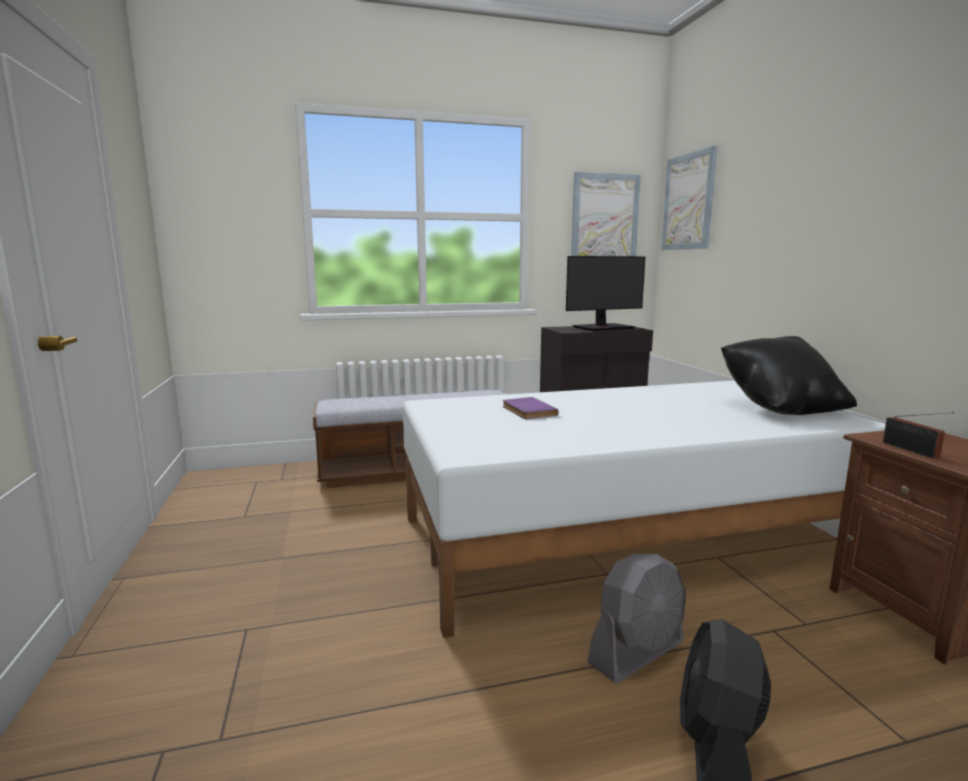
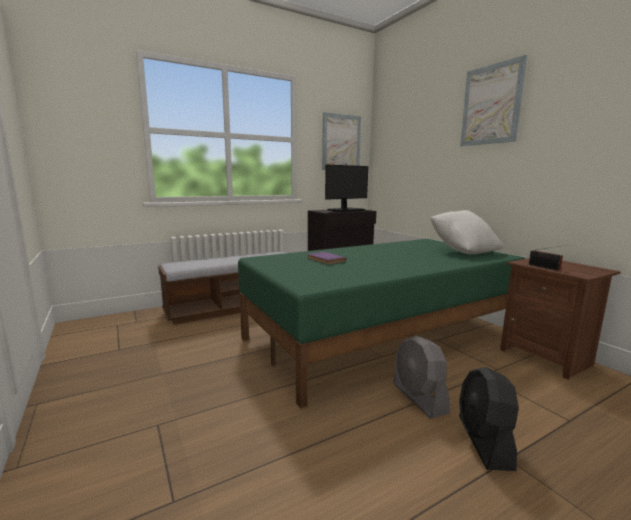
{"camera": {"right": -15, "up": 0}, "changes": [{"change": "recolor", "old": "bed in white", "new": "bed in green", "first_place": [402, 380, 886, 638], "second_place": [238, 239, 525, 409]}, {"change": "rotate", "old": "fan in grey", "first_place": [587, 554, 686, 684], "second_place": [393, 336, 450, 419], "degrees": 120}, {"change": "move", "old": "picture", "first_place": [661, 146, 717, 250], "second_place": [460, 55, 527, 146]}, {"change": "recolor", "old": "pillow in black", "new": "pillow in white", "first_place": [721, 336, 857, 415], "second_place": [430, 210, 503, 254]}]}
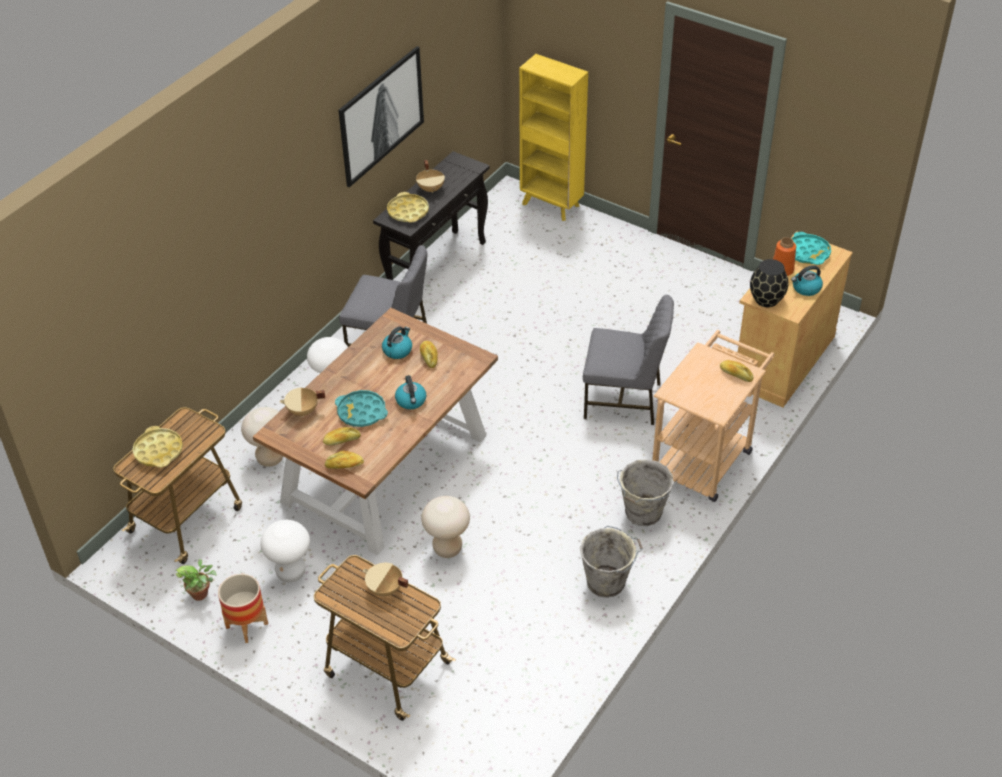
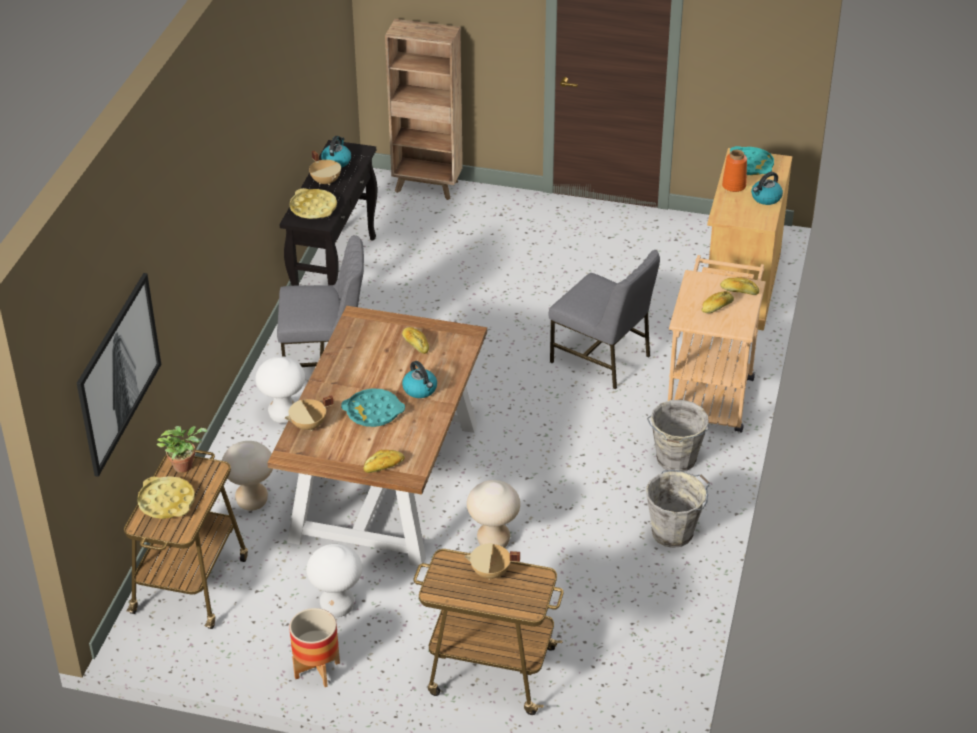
{"camera": {"right": -20, "up": -5}, "changes": [{"change": "move", "old": "potted plant", "first_place": [175, 559, 217, 601], "second_place": [157, 426, 208, 473]}, {"change": "move", "old": "bread", "first_place": [323, 427, 361, 446], "second_place": [702, 291, 734, 313]}, {"change": "move", "old": "picture", "first_place": [338, 46, 424, 188], "second_place": [77, 273, 161, 477]}, {"change": "move", "old": "kettle", "first_place": [382, 327, 412, 359], "second_place": [321, 136, 351, 168]}, {"change": "recolor", "old": "bookcase in yellow", "new": "bookcase in brown", "first_place": [519, 54, 588, 221], "second_place": [385, 19, 463, 200]}, {"change": "rotate", "old": "chair in grey", "first_place": [583, 295, 674, 425], "second_place": [548, 250, 660, 390], "degrees": 45}, {"change": "delete", "old": "vase in black", "first_place": [750, 259, 788, 307]}]}
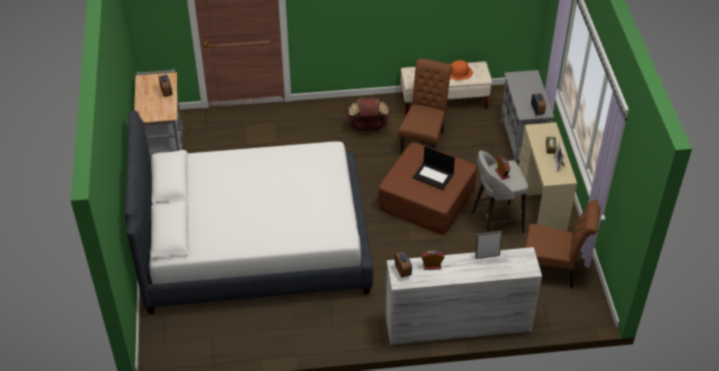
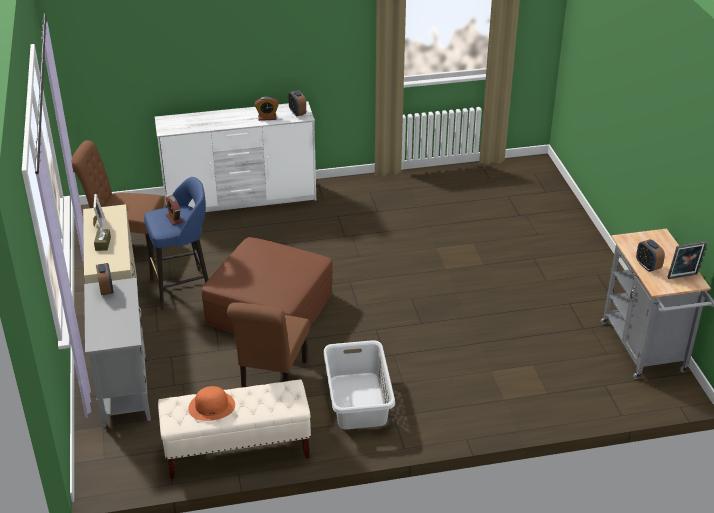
{"camera": {"right": 175, "up": -10}, "changes": [{"change": "delete", "old": "bed in white", "first_place": [125, 111, 373, 314]}, {"change": "replace", "old": "backpack in brown", "new": "laundry basket in grey", "first_place": [346, 97, 390, 131], "second_place": [323, 340, 395, 429]}, {"change": "delete", "old": "laptop", "first_place": [413, 146, 455, 190]}, {"change": "recolor", "old": "stool in grey", "new": "stool in blue", "first_place": [472, 151, 528, 233], "second_place": [144, 177, 209, 310]}, {"change": "move", "old": "picture frame", "first_place": [475, 231, 502, 259], "second_place": [667, 241, 707, 279]}]}
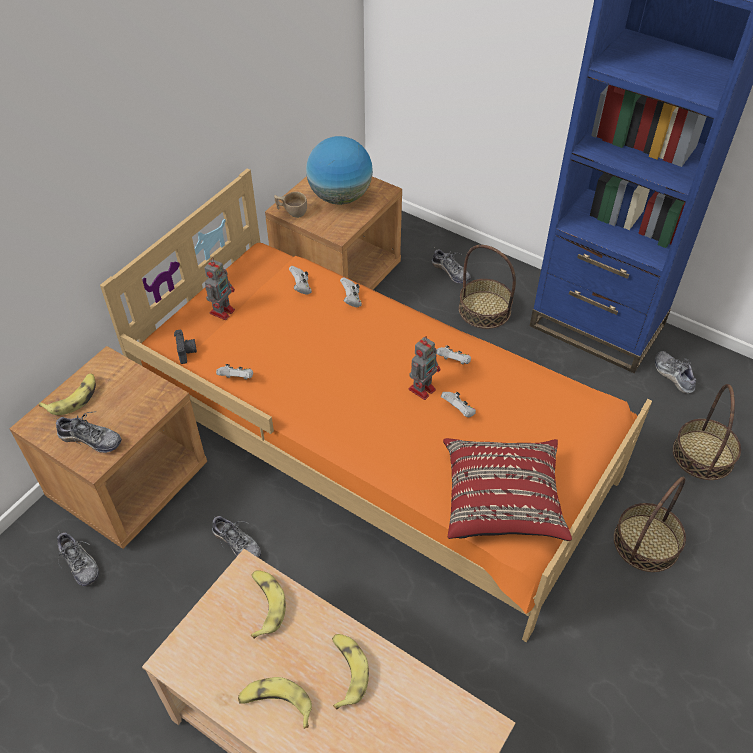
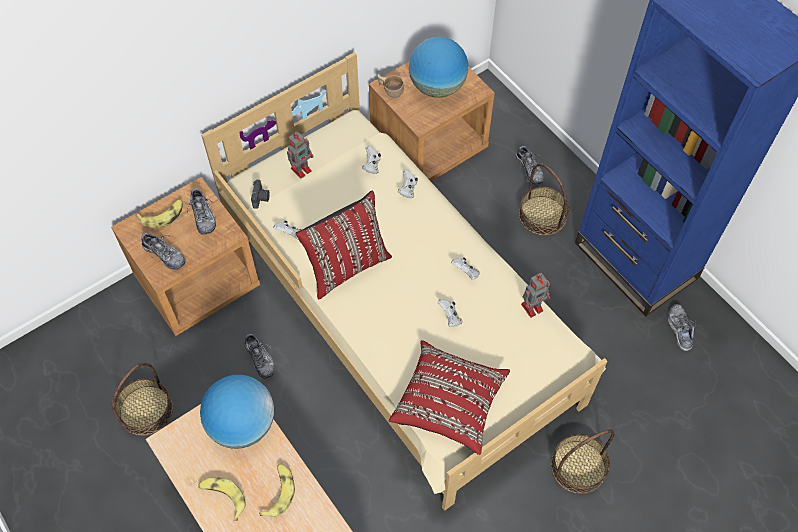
{"camera": {"right": 20, "up": 10}, "changes": [{"change": "move", "old": "shoe", "first_place": [57, 532, 99, 586], "second_place": [187, 188, 216, 235]}, {"change": "recolor", "old": "bed in orange", "new": "bed in beige", "first_place": [100, 168, 652, 643], "second_place": [201, 52, 607, 511]}, {"change": "replace", "old": "banana", "new": "globe", "first_place": [251, 570, 286, 639], "second_place": [200, 375, 274, 449]}, {"change": "move", "old": "toy robot", "first_place": [409, 336, 441, 400], "second_place": [521, 273, 550, 318]}, {"change": "move", "old": "basket", "first_place": [673, 384, 741, 480], "second_place": [112, 362, 173, 436]}, {"change": "insert", "new": "pillow in red", "second_place": [295, 191, 392, 299]}]}
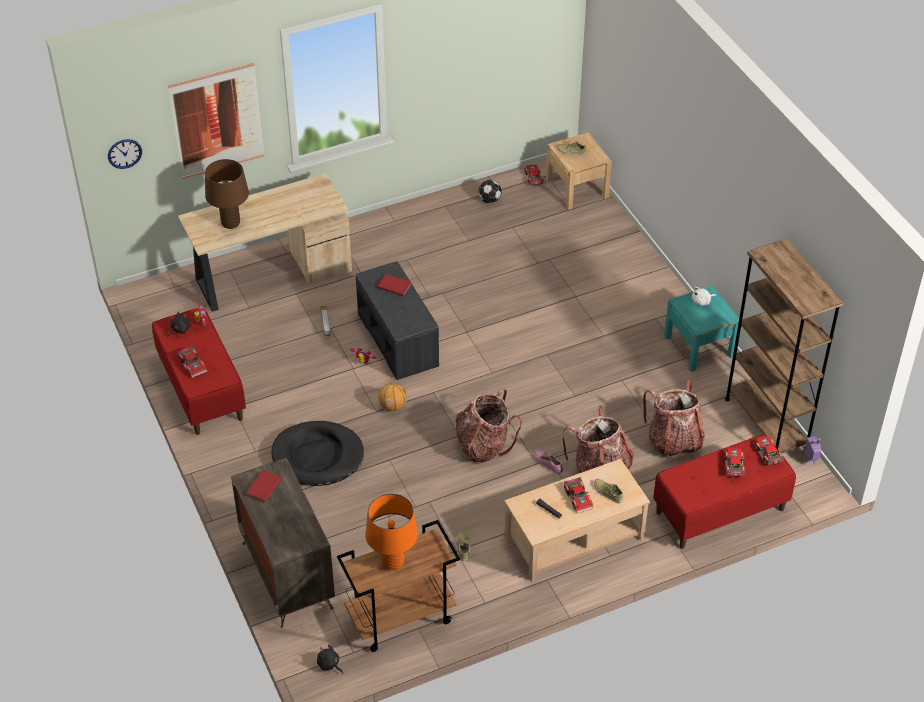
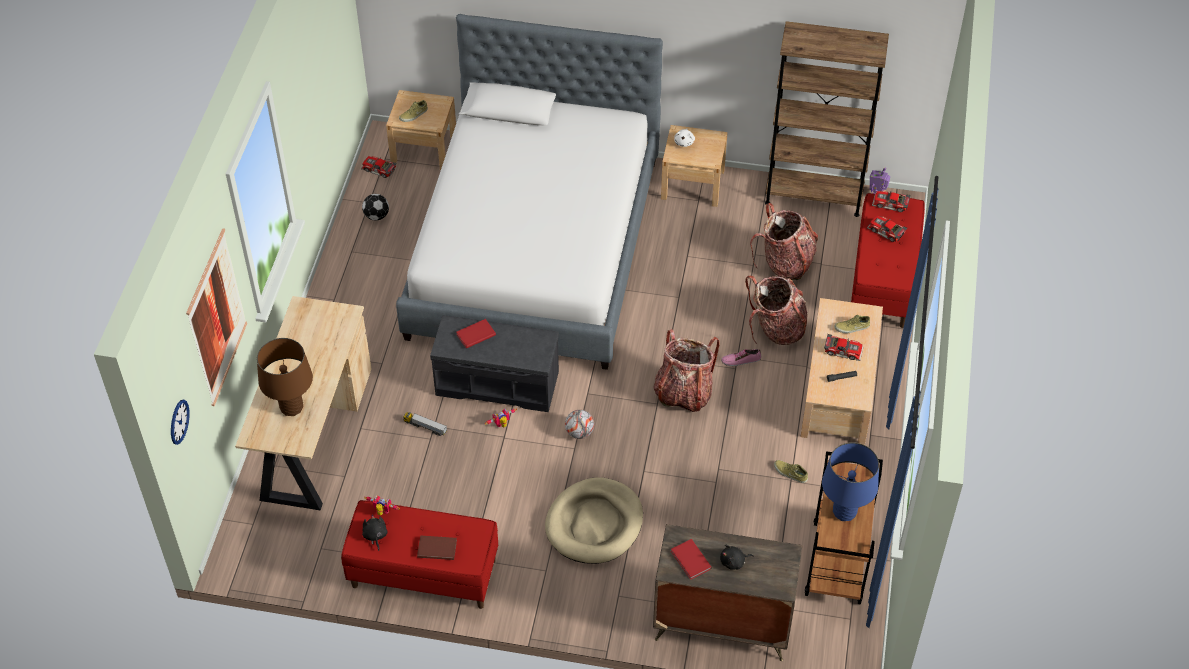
{"camera": {"right": -55, "up": 5}, "changes": [{"change": "replace", "old": "toy car", "new": "book in brown", "first_place": [177, 345, 207, 378], "second_place": [417, 535, 457, 560]}, {"change": "recolor", "old": "dog bed in black", "new": "dog bed in beige", "first_place": [272, 421, 364, 486], "second_place": [545, 477, 643, 564]}, {"change": "move", "old": "plush toy in black", "first_place": [317, 645, 343, 674], "second_place": [720, 545, 754, 570]}, {"change": "recolor", "old": "table lamp in orange", "new": "table lamp in blue", "first_place": [365, 494, 418, 570], "second_place": [822, 442, 879, 521]}, {"change": "replace", "old": "basketball", "new": "football", "first_place": [378, 383, 407, 411], "second_place": [565, 410, 594, 439]}, {"change": "recolor", "old": "nightstand in turquoise", "new": "nightstand in beige", "first_place": [664, 285, 739, 372], "second_place": [661, 125, 728, 207]}, {"change": "insert", "new": "bed", "second_place": [396, 14, 663, 370]}]}
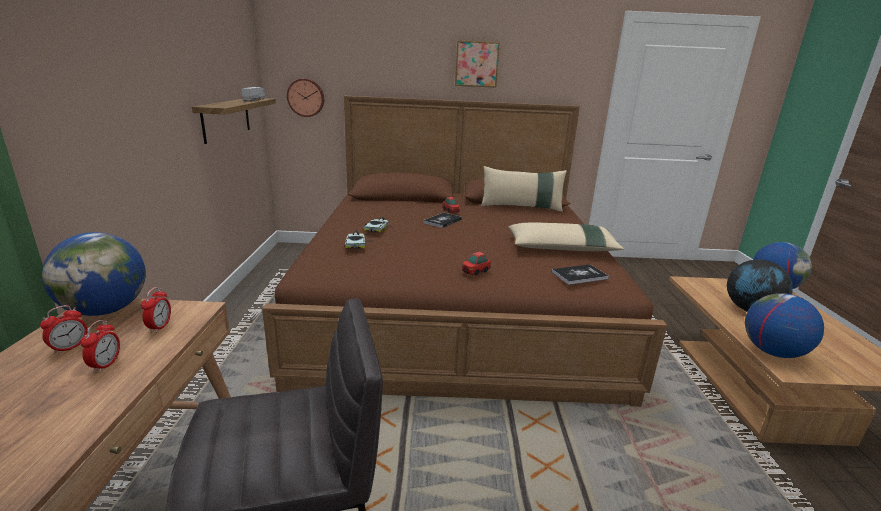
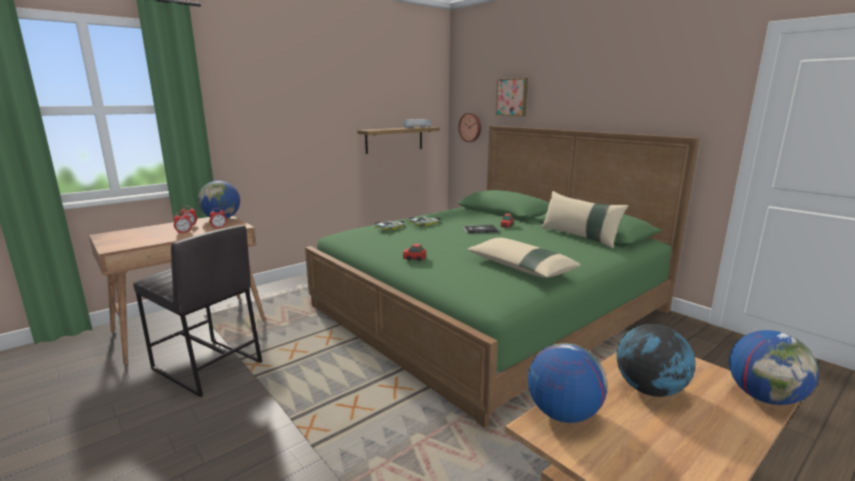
{"camera": {"right": 50, "up": -5}, "changes": [{"change": "recolor", "old": "bed in brown", "new": "bed in green", "first_place": [262, 96, 667, 407], "second_place": [305, 126, 700, 428]}, {"change": "move", "old": "picture", "first_place": [455, 40, 500, 88], "second_place": [496, 78, 528, 116]}, {"change": "delete", "old": "book", "first_place": [552, 264, 609, 285]}]}
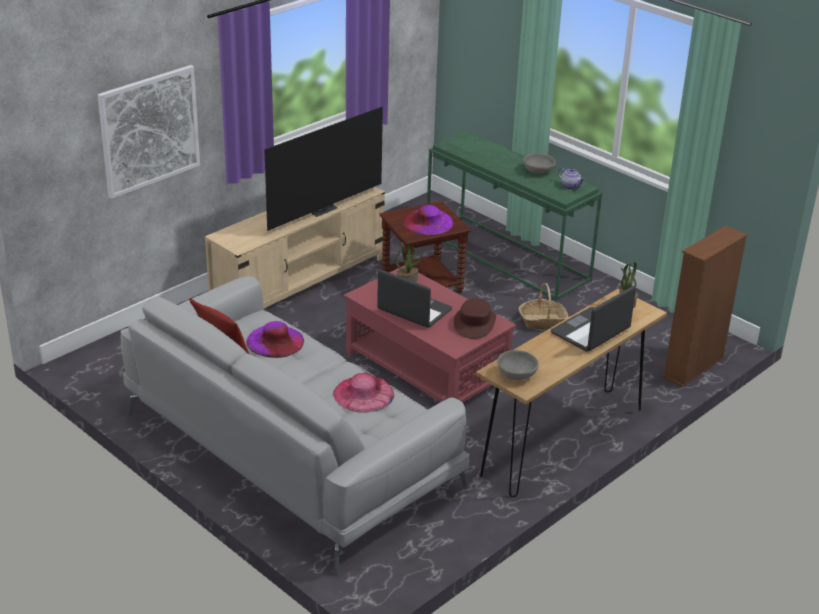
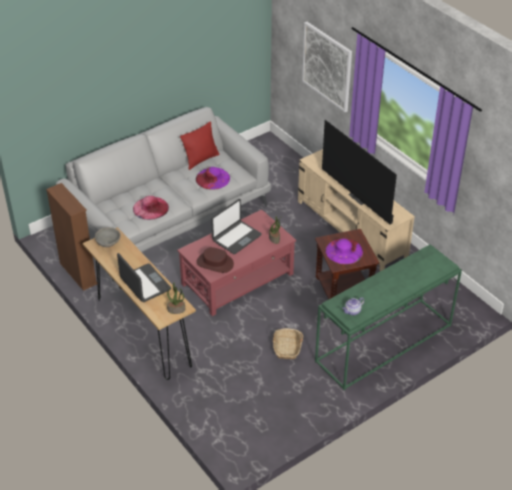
{"camera": {"right": 100, "up": 10}, "changes": [{"change": "delete", "old": "bowl in grey", "first_place": [523, 153, 556, 174]}, {"change": "move", "old": "bookcase in brown", "first_place": [662, 225, 748, 387], "second_place": [46, 183, 97, 291]}]}
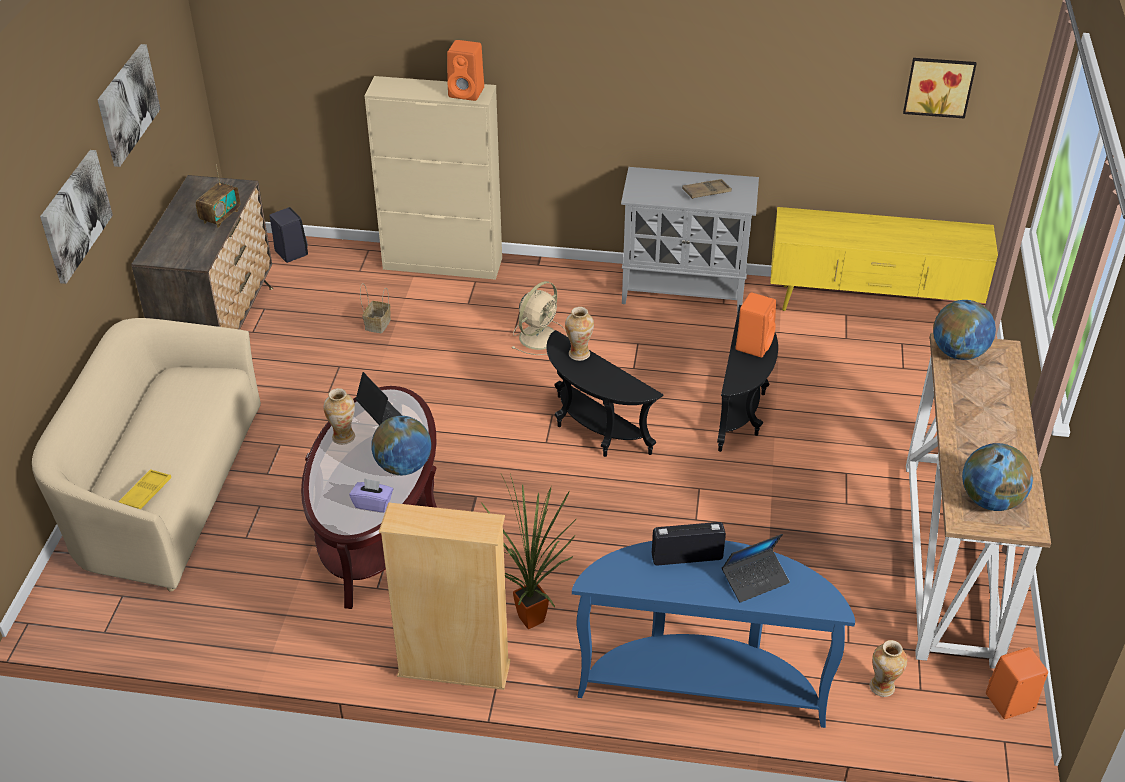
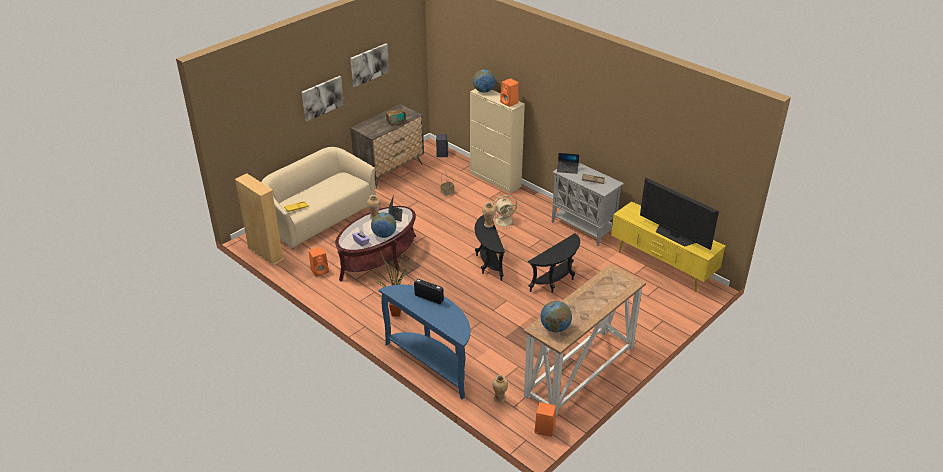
{"camera": {"right": 35, "up": -5}, "changes": [{"change": "move", "old": "bookcase in beige", "first_place": [379, 502, 511, 690], "second_place": [235, 173, 284, 265]}, {"change": "move", "old": "laptop", "first_place": [722, 534, 790, 603], "second_place": [557, 153, 579, 174]}, {"change": "move", "old": "speaker in orange", "first_place": [736, 293, 776, 358], "second_place": [309, 247, 329, 277]}, {"change": "delete", "old": "picture", "first_place": [903, 58, 977, 119]}, {"change": "move", "old": "globe", "first_place": [933, 300, 996, 360], "second_place": [473, 69, 496, 93]}, {"change": "insert", "new": "television", "second_place": [640, 177, 719, 250]}]}
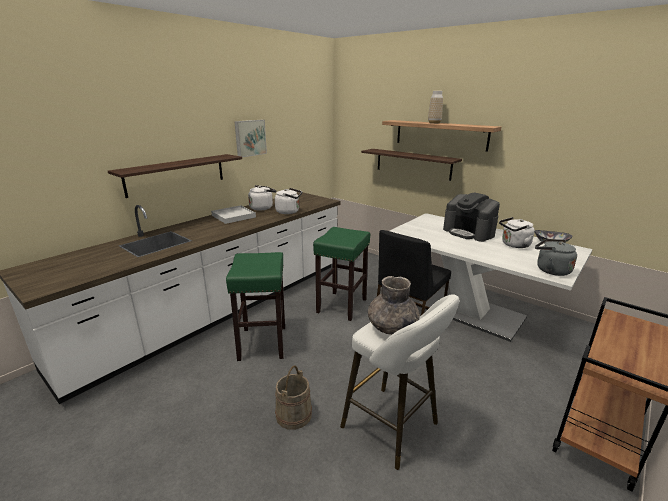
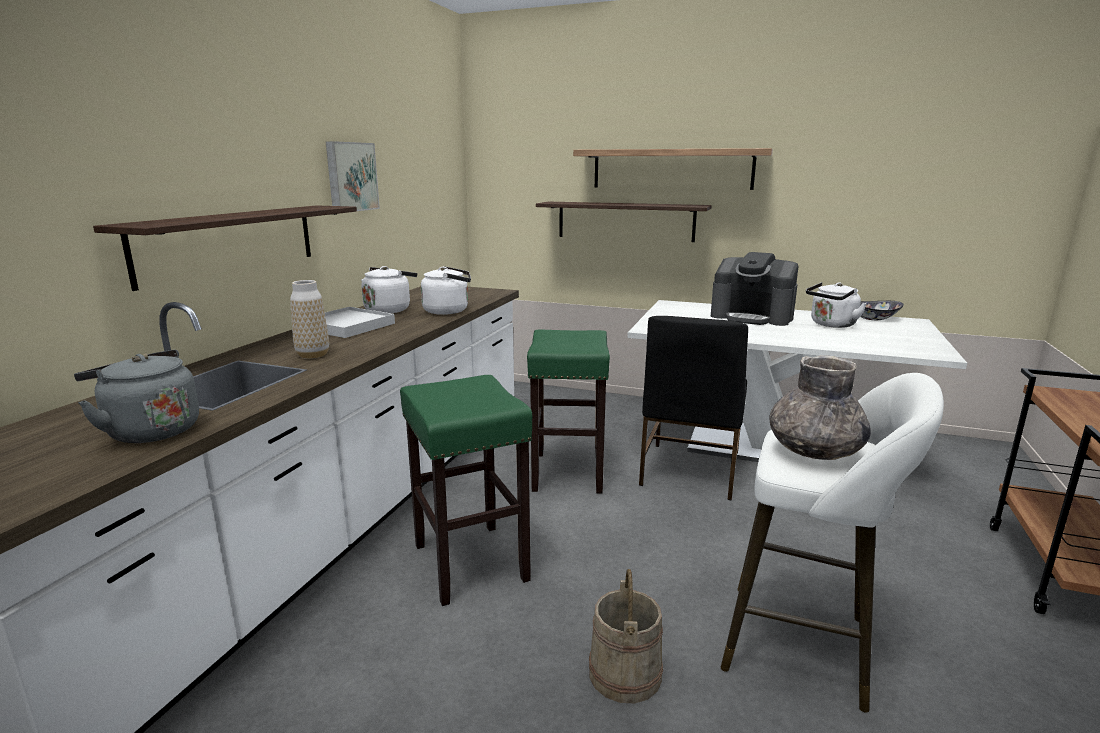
{"camera": {"right": -20, "up": -5}, "changes": [{"change": "move", "old": "vase", "first_place": [428, 91, 443, 124], "second_place": [290, 280, 329, 359]}, {"change": "move", "old": "kettle in grey", "first_place": [535, 239, 577, 276], "second_place": [74, 350, 199, 443]}]}
